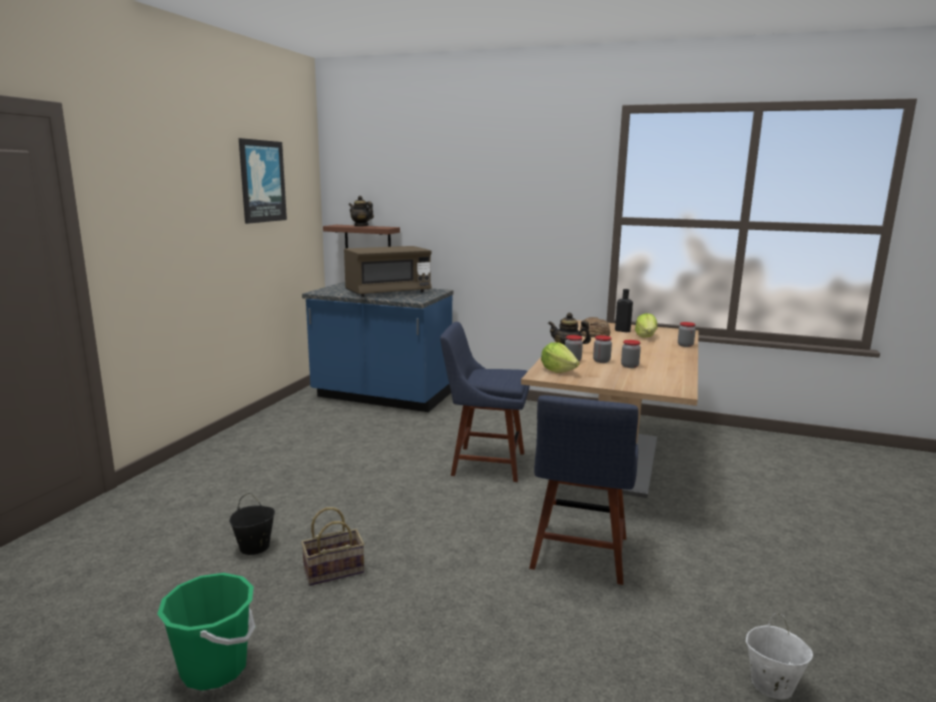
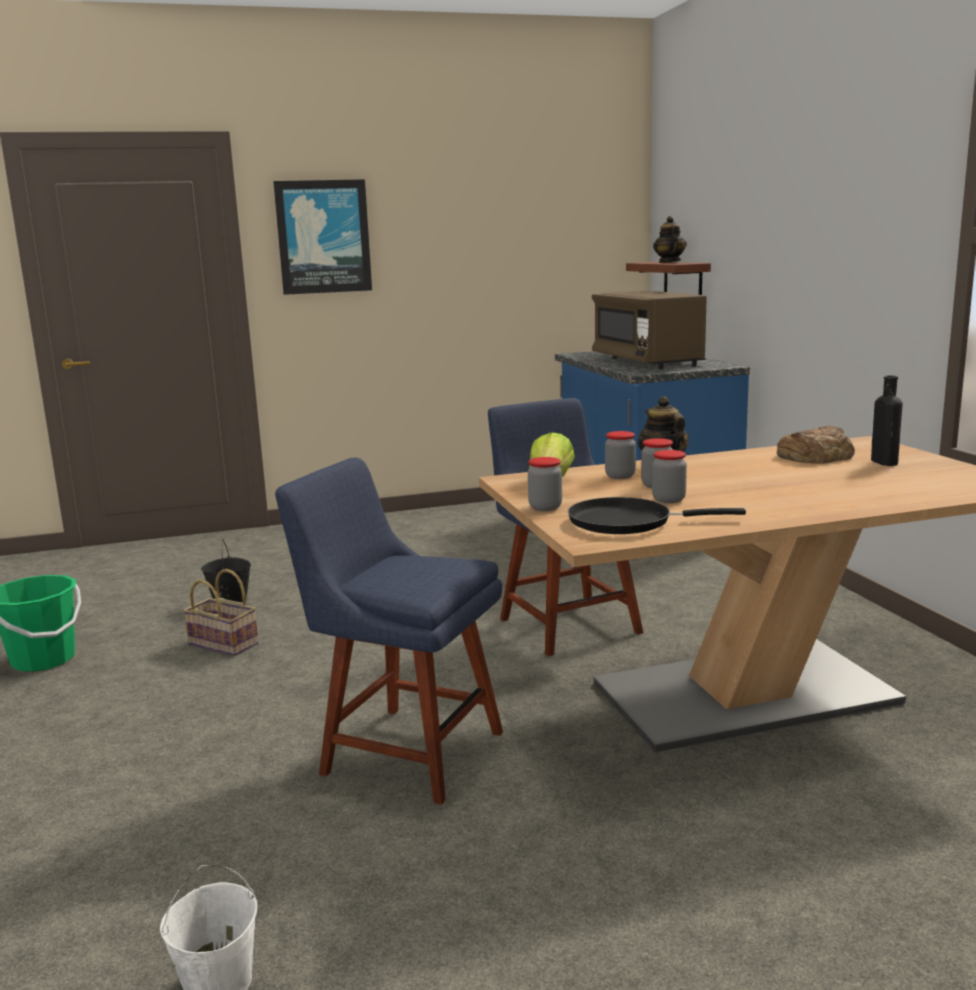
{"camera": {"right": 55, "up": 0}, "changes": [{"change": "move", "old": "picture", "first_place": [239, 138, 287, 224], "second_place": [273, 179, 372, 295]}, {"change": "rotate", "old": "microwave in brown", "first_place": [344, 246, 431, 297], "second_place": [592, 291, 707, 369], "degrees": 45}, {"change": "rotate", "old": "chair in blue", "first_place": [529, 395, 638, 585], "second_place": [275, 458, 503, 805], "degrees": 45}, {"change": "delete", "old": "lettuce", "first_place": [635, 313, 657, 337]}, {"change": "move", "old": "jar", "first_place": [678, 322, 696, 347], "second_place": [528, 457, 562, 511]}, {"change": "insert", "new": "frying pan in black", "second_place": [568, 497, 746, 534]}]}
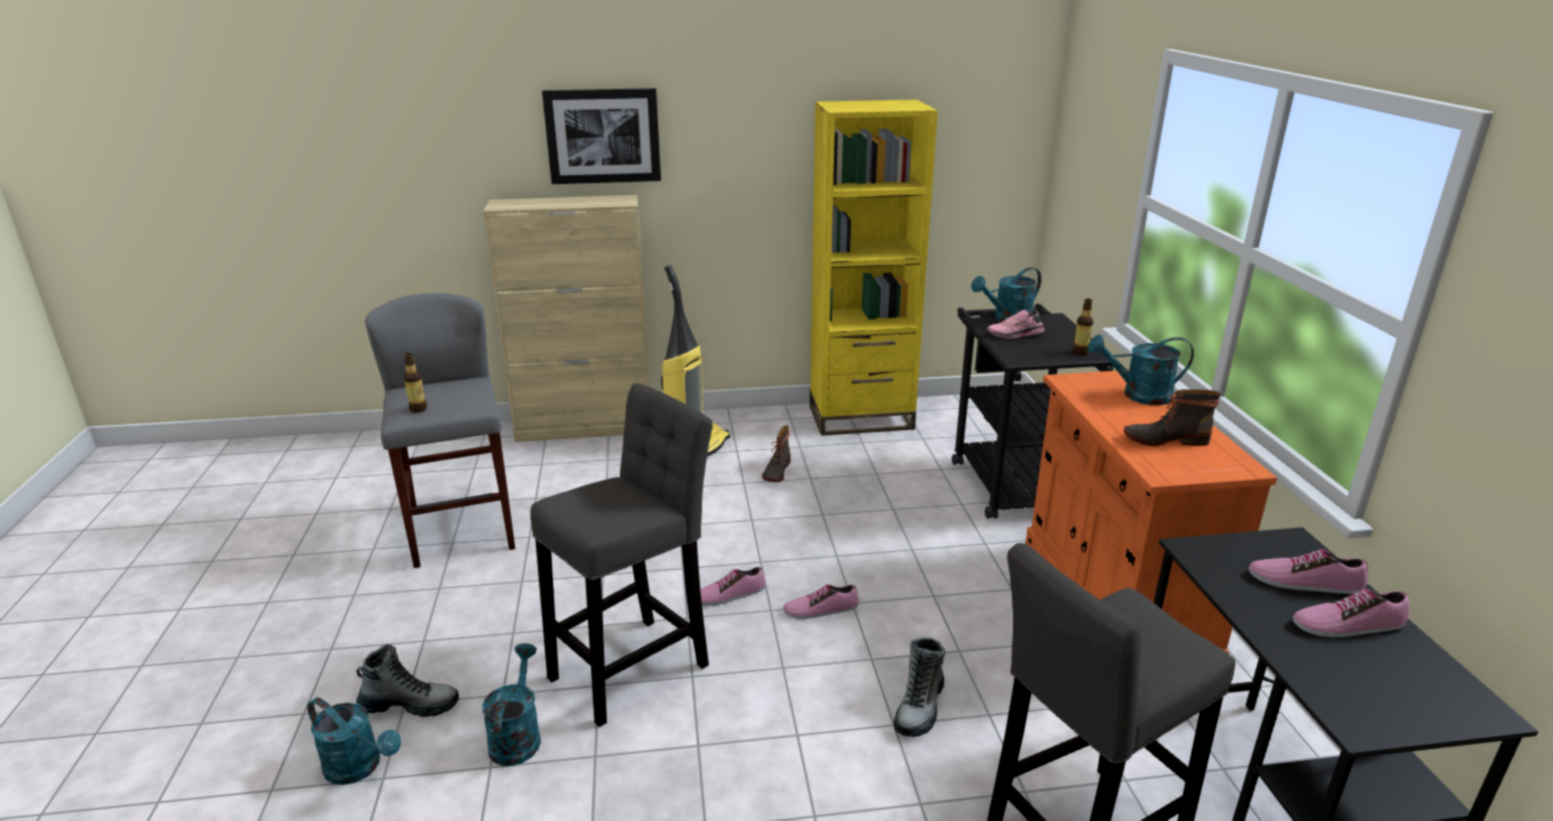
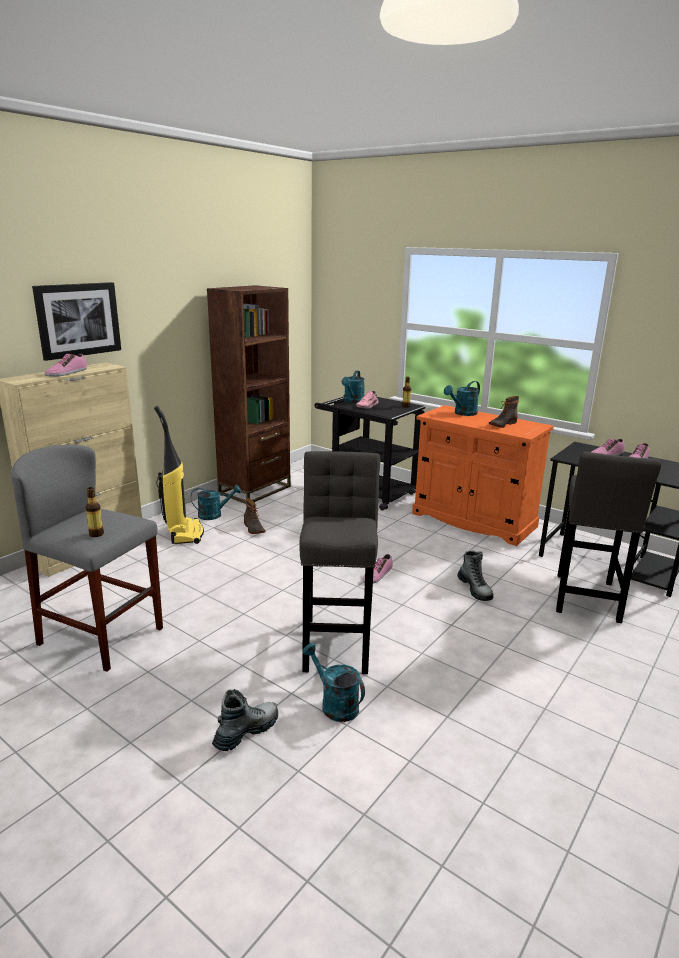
{"camera": {"right": -45, "up": -5}, "changes": [{"change": "move", "old": "watering can in turquoise", "first_place": [307, 698, 401, 785], "second_place": [191, 485, 241, 520]}, {"change": "move", "old": "shoe", "first_place": [700, 567, 766, 606], "second_place": [45, 354, 87, 377]}, {"change": "recolor", "old": "bookcase in yellow", "new": "bookcase in brown", "first_place": [810, 99, 938, 436], "second_place": [207, 285, 291, 504]}]}
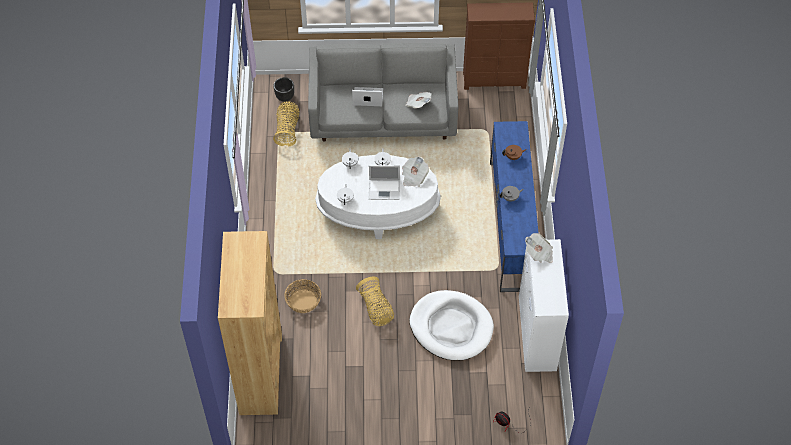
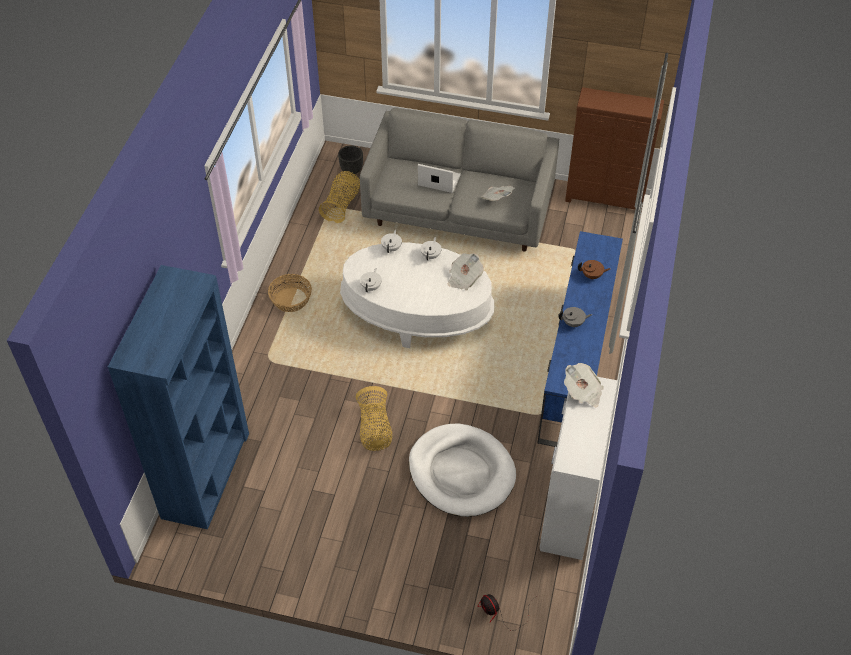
{"camera": {"right": 15, "up": -5}, "changes": [{"change": "recolor", "old": "bookcase in brown", "new": "bookcase in blue", "first_place": [218, 231, 282, 415], "second_place": [108, 265, 249, 529]}, {"change": "move", "old": "basket", "first_place": [284, 279, 321, 313], "second_place": [268, 274, 312, 312]}, {"change": "delete", "old": "laptop", "first_place": [369, 165, 400, 200]}]}
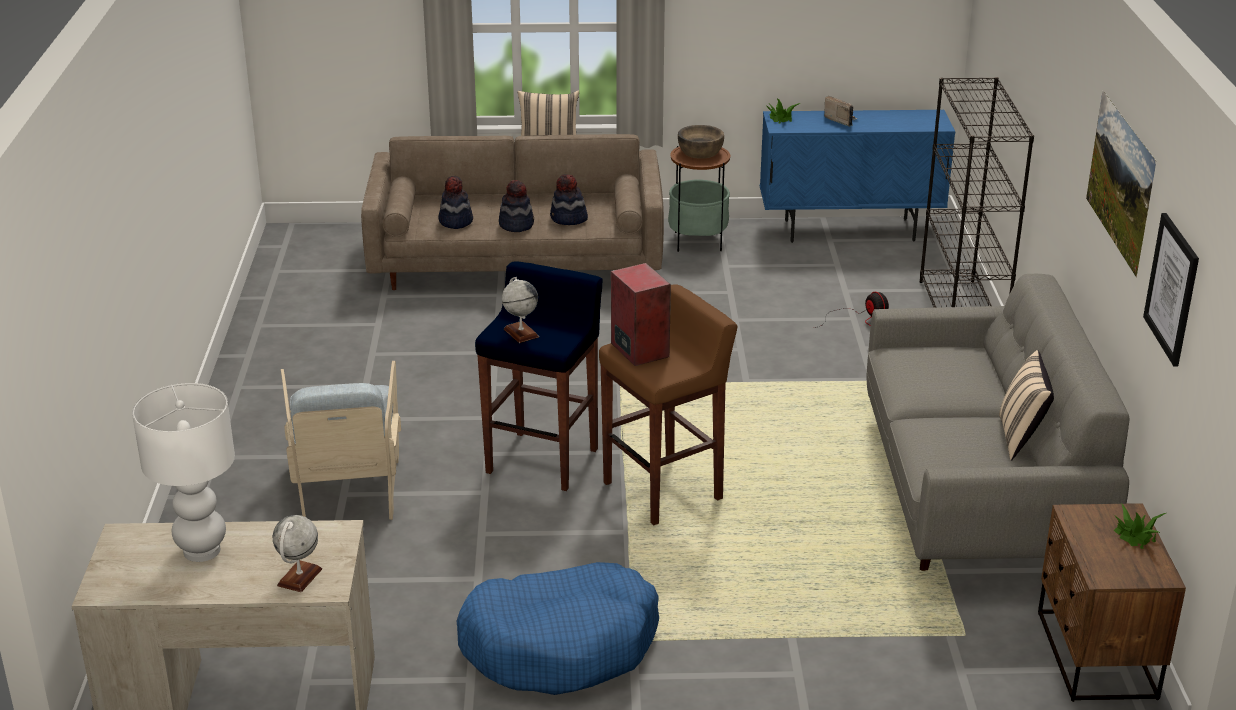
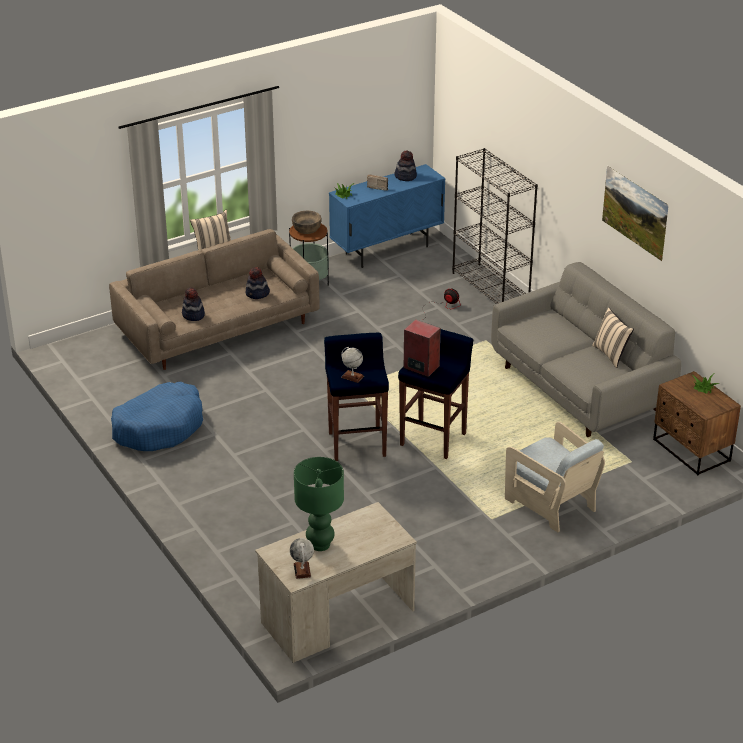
{"camera": {"right": -30, "up": 5}, "changes": [{"change": "recolor", "old": "table lamp in white", "new": "table lamp in green", "first_place": [132, 383, 235, 562], "second_place": [294, 457, 344, 551]}, {"change": "move", "old": "globe", "first_place": [273, 515, 322, 592], "second_place": [290, 538, 314, 579]}, {"change": "move", "old": "armchair in beige", "first_place": [281, 361, 401, 520], "second_place": [505, 422, 605, 532]}, {"change": "move", "old": "dog bed in blue", "first_place": [456, 562, 659, 695], "second_place": [111, 382, 203, 451]}, {"change": "move", "old": "hat", "first_place": [499, 180, 534, 232], "second_place": [395, 150, 417, 181]}, {"change": "recolor", "old": "stool in brown", "new": "stool in blue", "first_place": [599, 284, 737, 525], "second_place": [398, 329, 473, 459]}, {"change": "delete", "old": "picture", "first_place": [1143, 213, 1199, 366]}]}
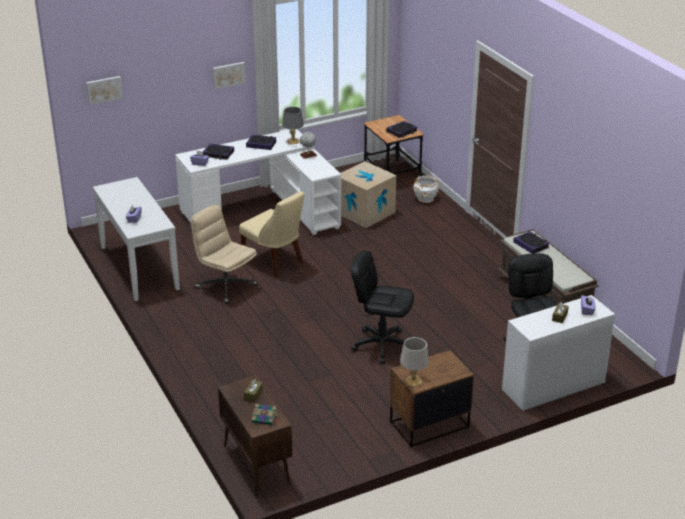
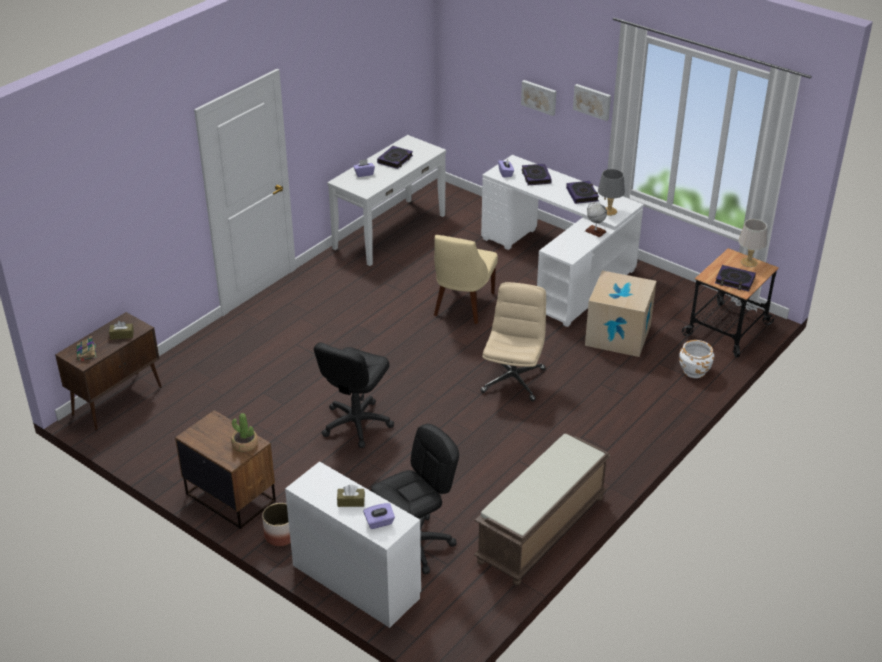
{"camera": {"right": 65, "up": 5}, "changes": [{"change": "move", "old": "picture", "first_place": [86, 76, 123, 105], "second_place": [521, 80, 556, 116]}, {"change": "move", "old": "office chair in beige", "first_place": [191, 205, 258, 304], "second_place": [481, 282, 546, 401]}, {"change": "rotate", "old": "office chair in black", "first_place": [350, 251, 414, 364], "second_place": [314, 342, 394, 448], "degrees": -150}, {"change": "move", "old": "table lamp in grey", "first_place": [400, 337, 429, 387], "second_place": [738, 219, 767, 267]}, {"change": "move", "old": "book", "first_place": [513, 231, 550, 254], "second_place": [377, 146, 413, 169]}, {"change": "insert", "new": "potted plant", "second_place": [231, 413, 258, 452]}, {"change": "insert", "new": "planter", "second_place": [262, 503, 291, 546]}]}
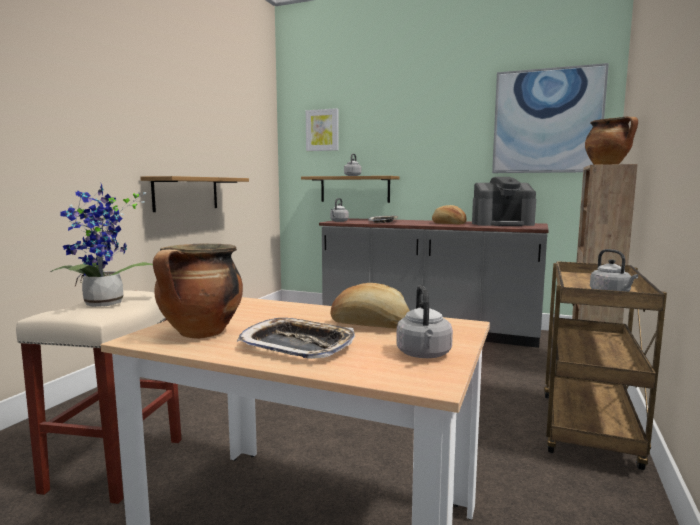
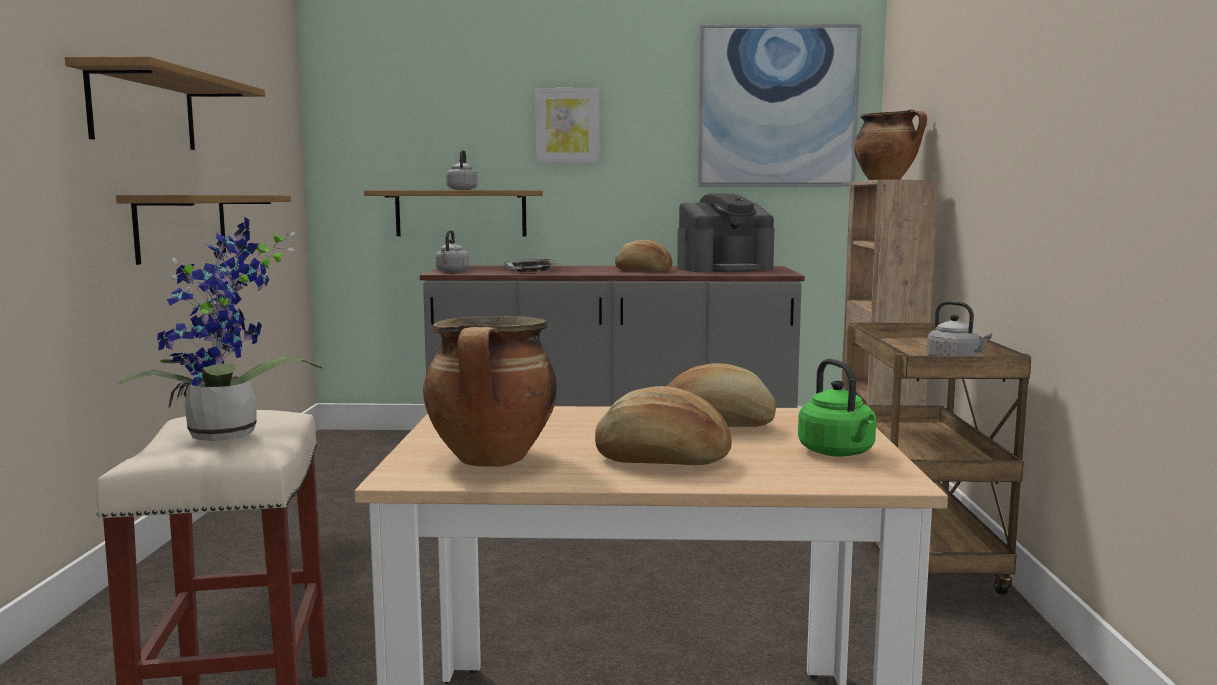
{"camera": {"right": -20, "up": 0}, "changes": [{"change": "replace", "old": "tray", "new": "bread", "first_place": [237, 318, 355, 359], "second_place": [595, 386, 732, 465]}, {"change": "move", "old": "picture", "first_place": [306, 108, 339, 151], "second_place": [535, 88, 600, 163]}, {"change": "recolor", "old": "kettle in grey", "new": "kettle in green", "first_place": [396, 285, 453, 358], "second_place": [798, 359, 876, 457]}, {"change": "insert", "new": "shelf", "second_place": [65, 56, 265, 150]}]}
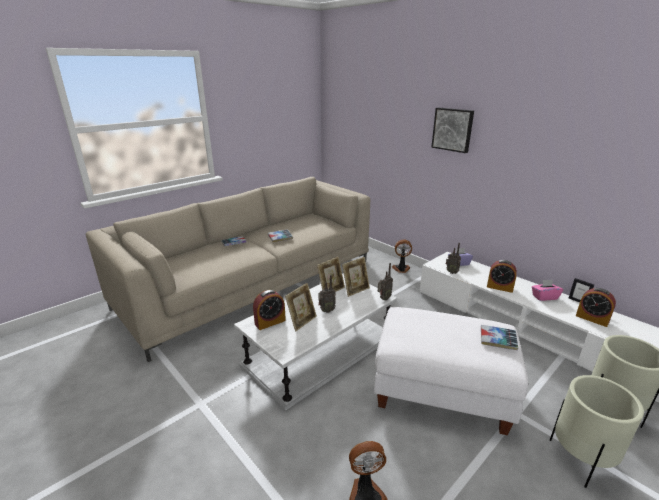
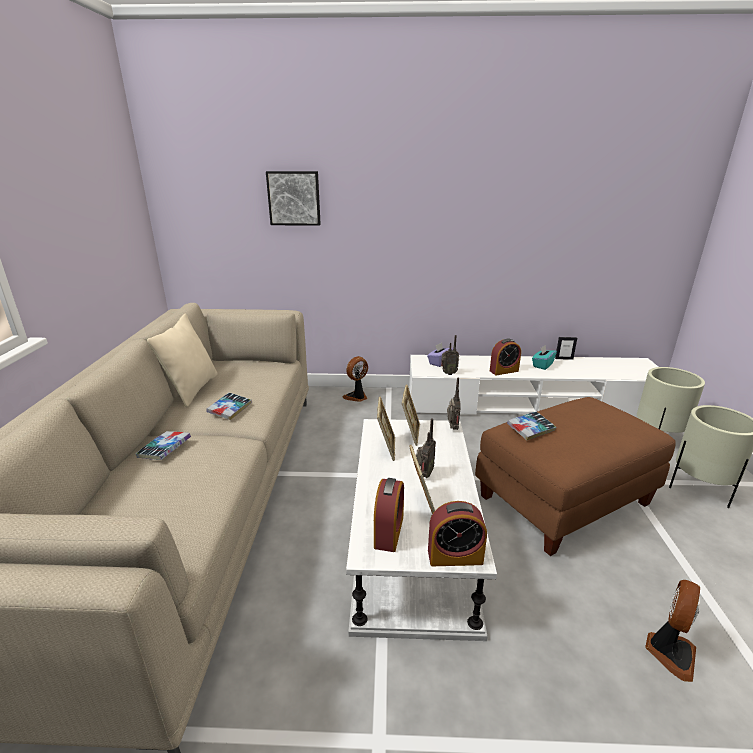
{"camera": {"right": -45, "up": 0}, "changes": [{"change": "recolor", "old": "ottoman in white", "new": "ottoman in brown", "first_place": [374, 307, 528, 435], "second_place": [475, 397, 676, 556]}, {"change": "move", "old": "picture", "first_place": [431, 108, 474, 153], "second_place": [266, 171, 321, 226]}, {"change": "move", "old": "book", "first_place": [481, 325, 518, 350], "second_place": [507, 411, 557, 441]}, {"change": "recolor", "old": "tissue box in pink", "new": "tissue box in turquoise", "first_place": [532, 280, 563, 301], "second_place": [532, 345, 557, 370]}, {"change": "move", "old": "alarm clock", "first_place": [576, 288, 616, 327], "second_place": [428, 501, 487, 566]}, {"change": "insert", "new": "pillow in beige", "second_place": [147, 313, 217, 407]}]}
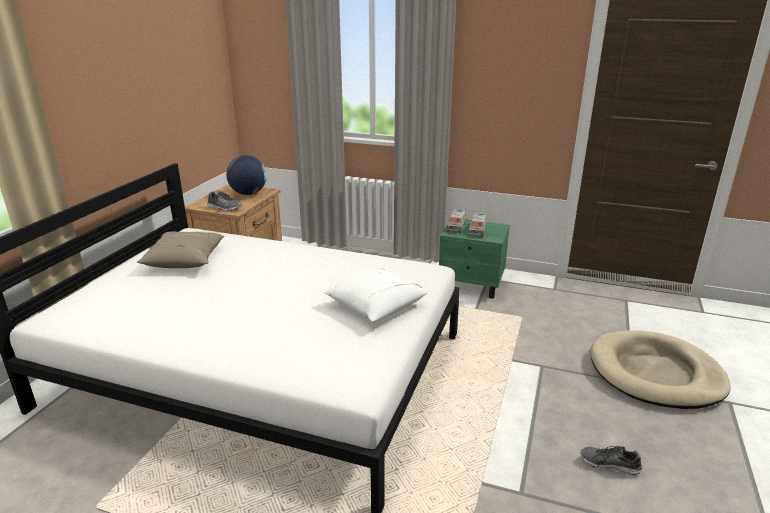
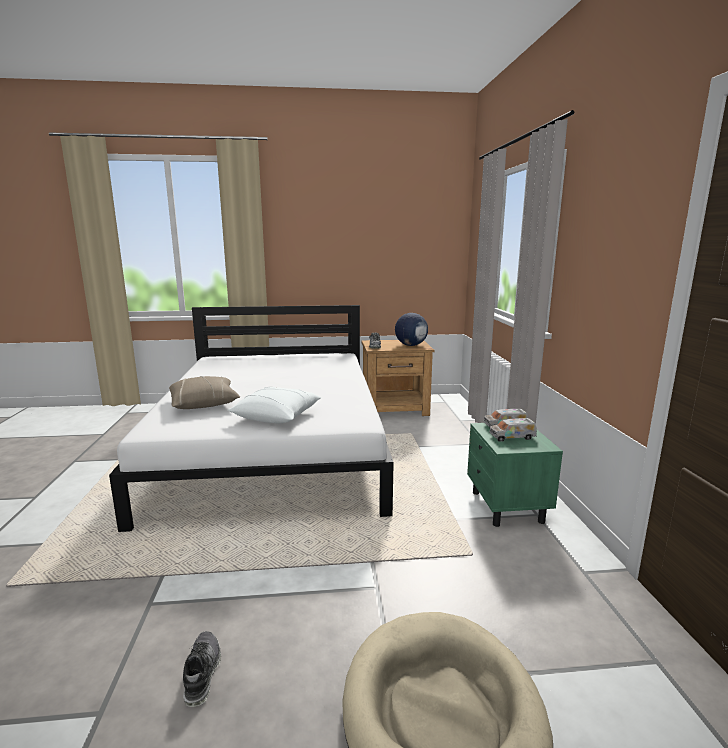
{"camera": {"right": 65, "up": -10}, "changes": [{"change": "move", "old": "pillow in beige", "first_place": [137, 231, 225, 268], "second_place": [169, 376, 240, 409]}]}
